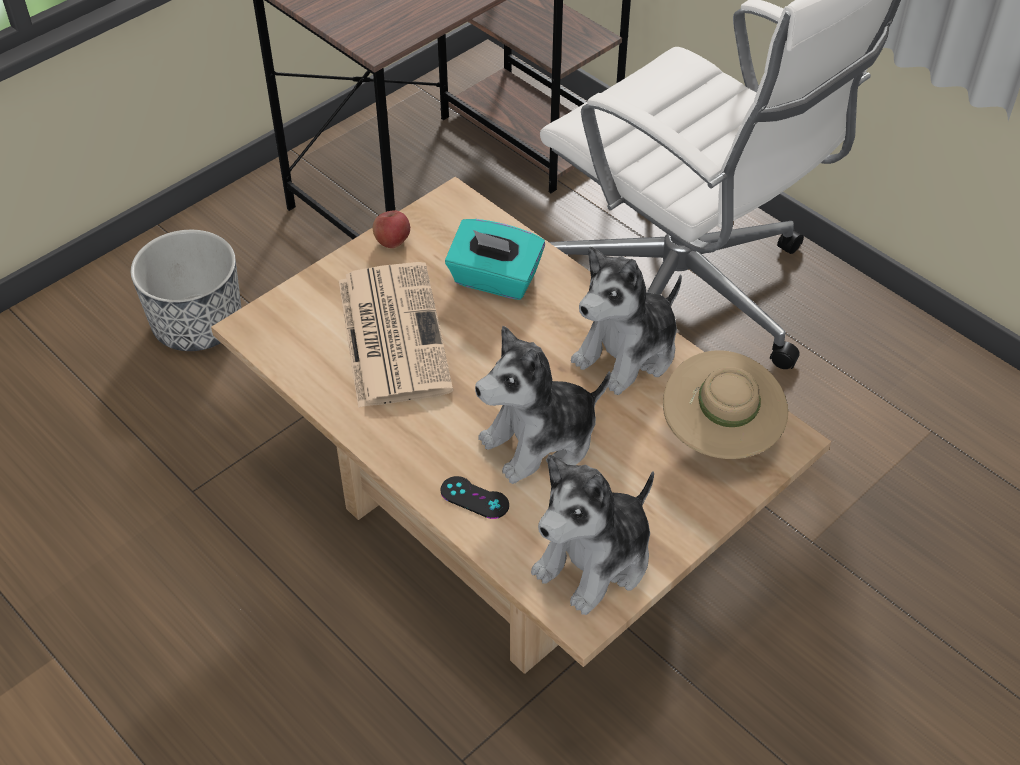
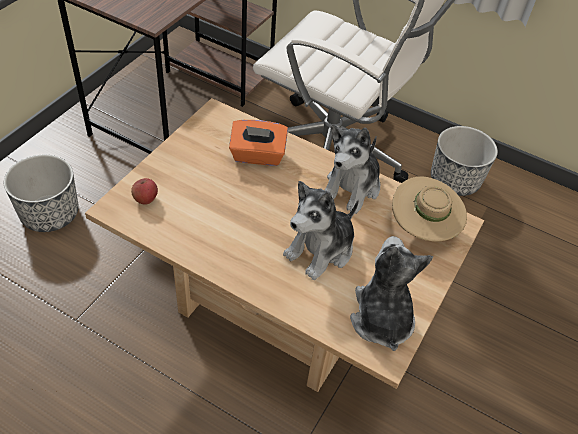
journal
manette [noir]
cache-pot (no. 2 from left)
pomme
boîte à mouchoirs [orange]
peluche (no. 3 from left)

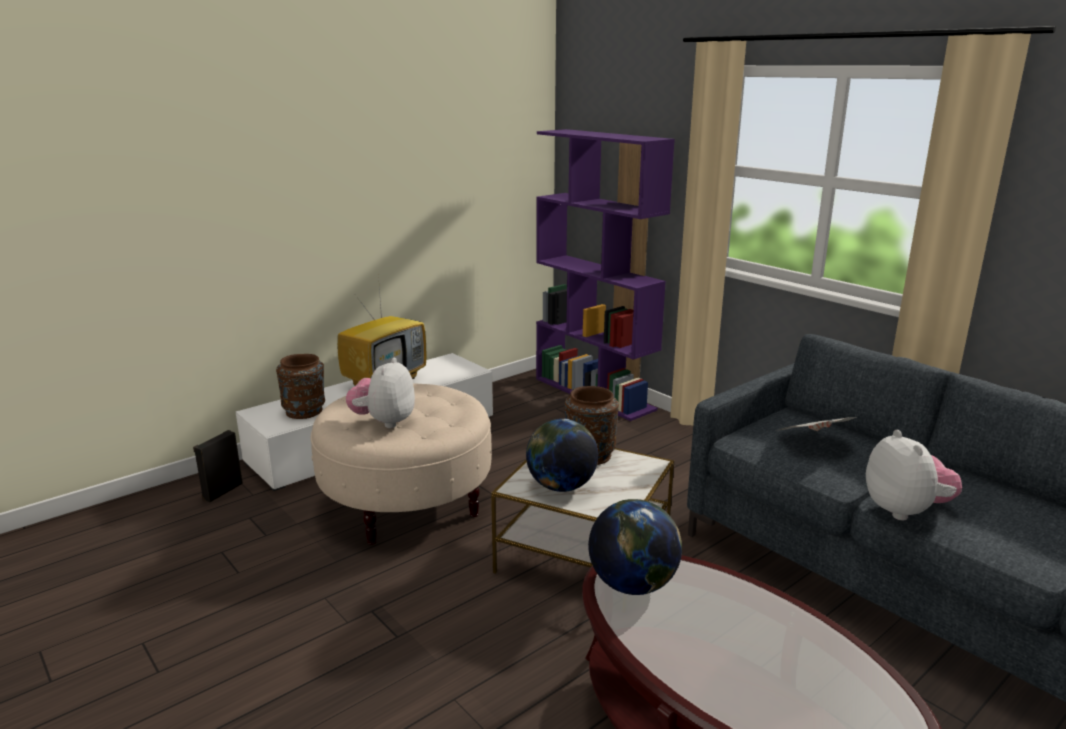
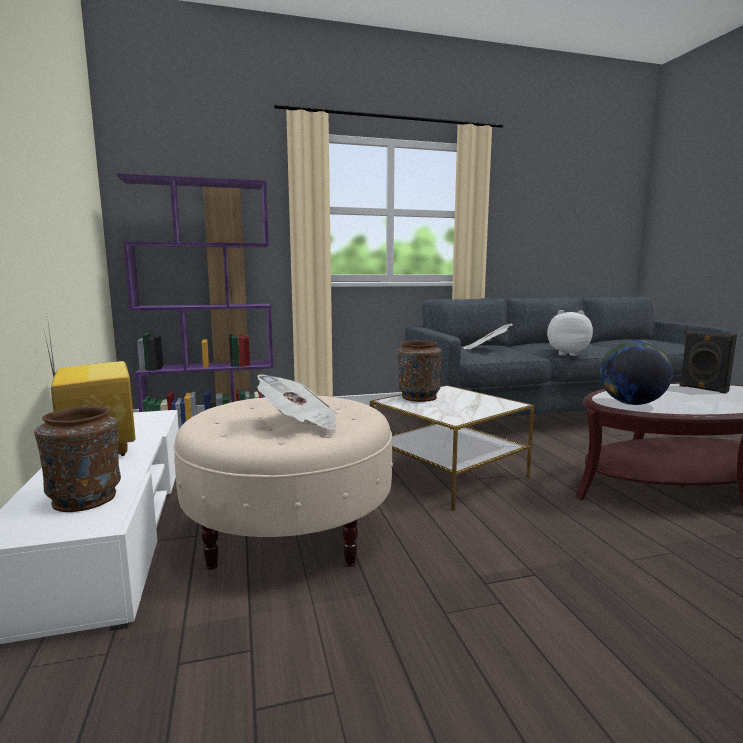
globe (no. 1 from left in the first image)
enceinte [noir]
journal (no. 1 from left)

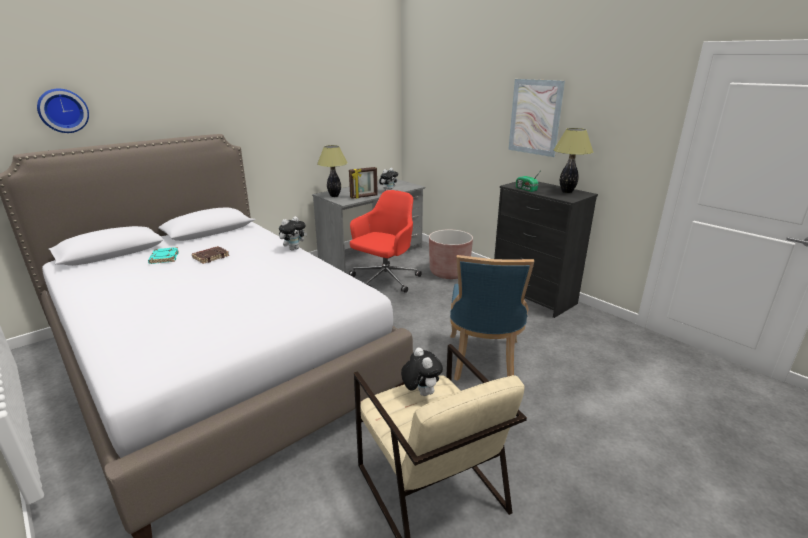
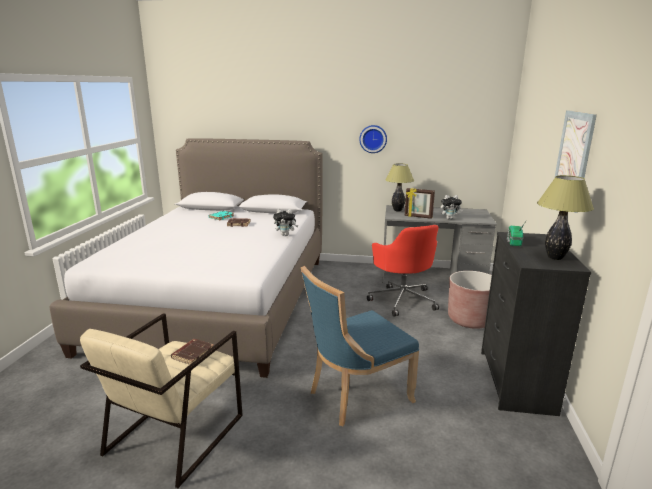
horloge murale
livre [marron] (no. 1 from left)
chaise de bureau [rouge]

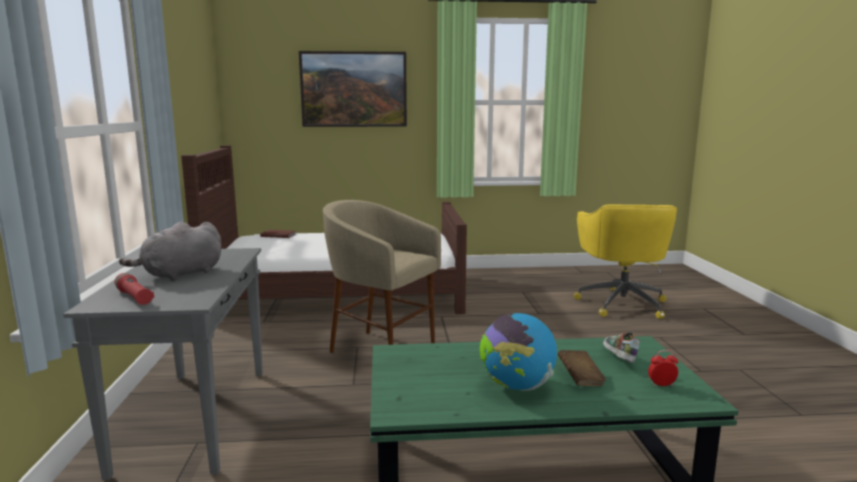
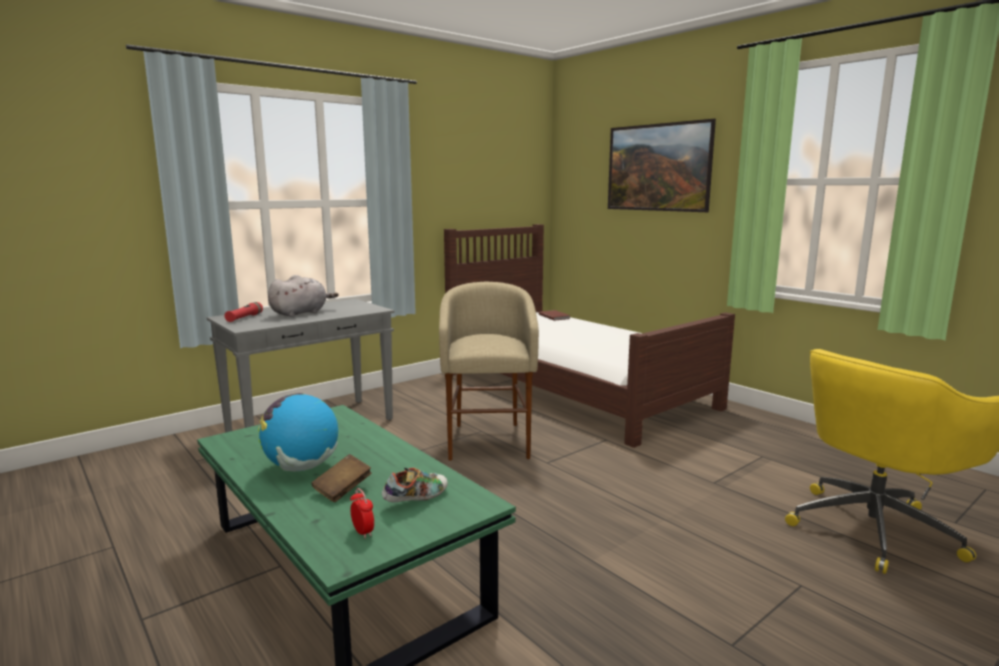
peluche [gris]

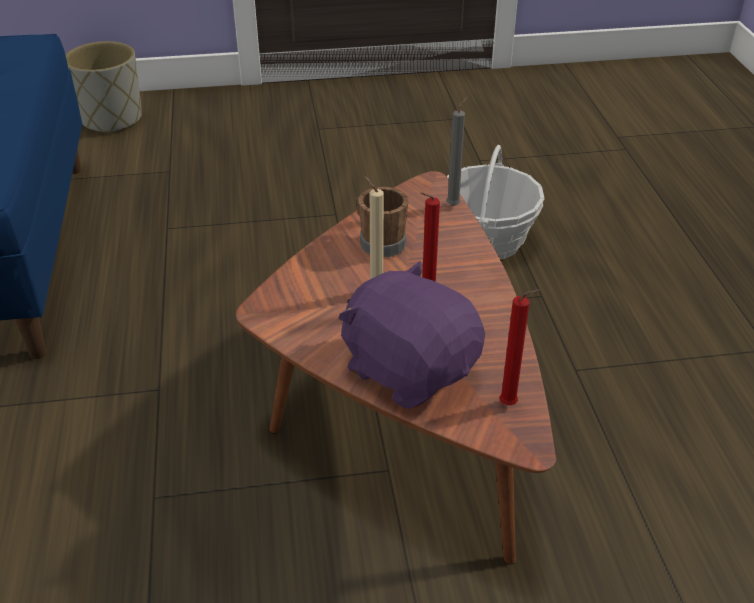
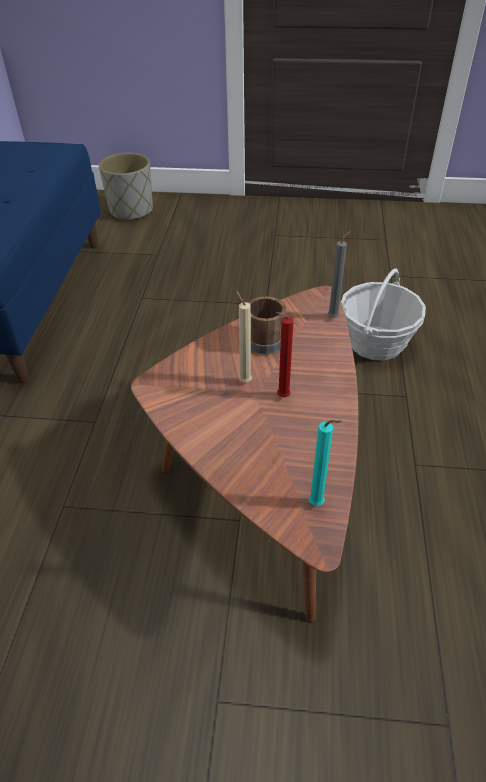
peluche [violet]
bougie [turquoise]

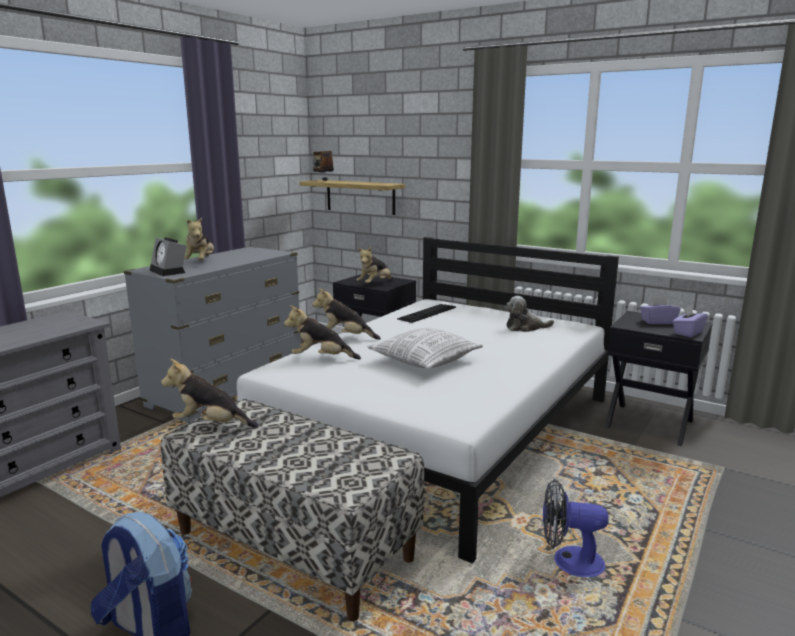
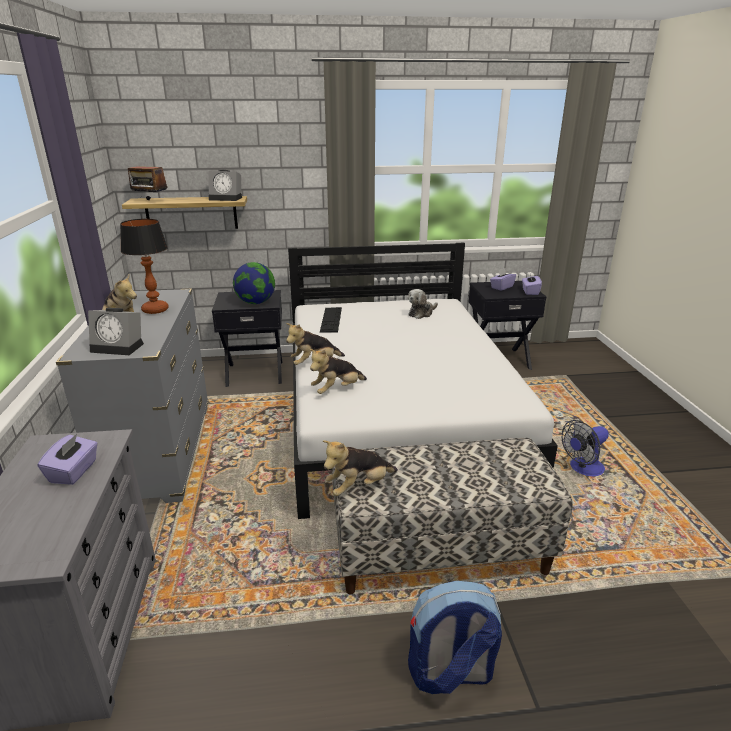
coussin
boîte à mouchoirs [violet] (no. 1 from left)
lampe de table
réveil (no. 2 from left)
globe

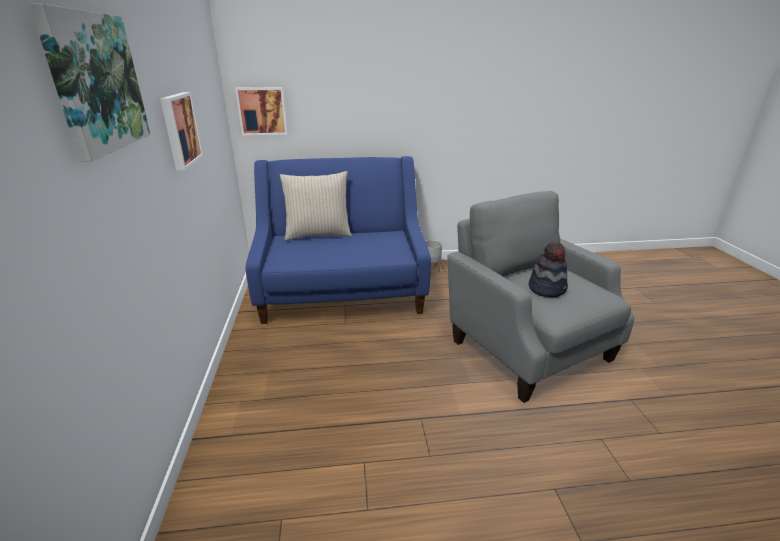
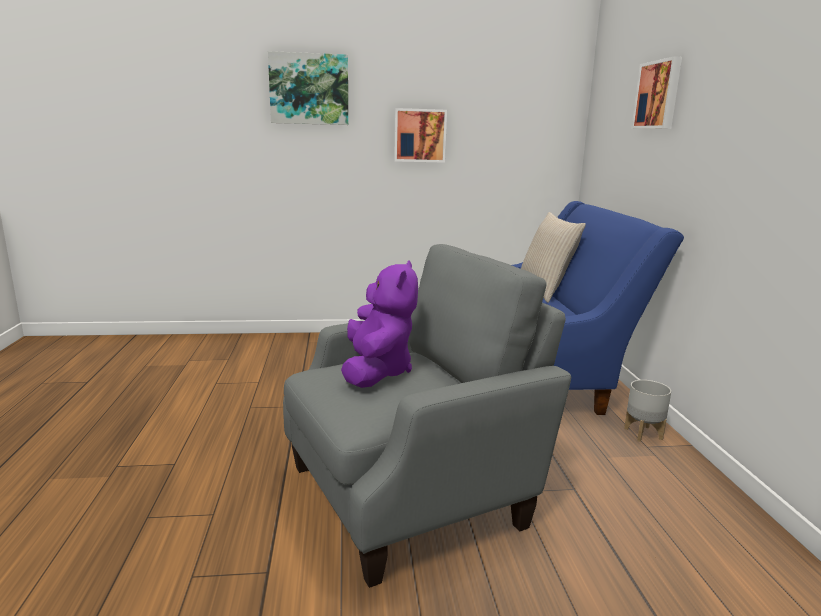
tableau (no. 3 from left)
peluche [violet]

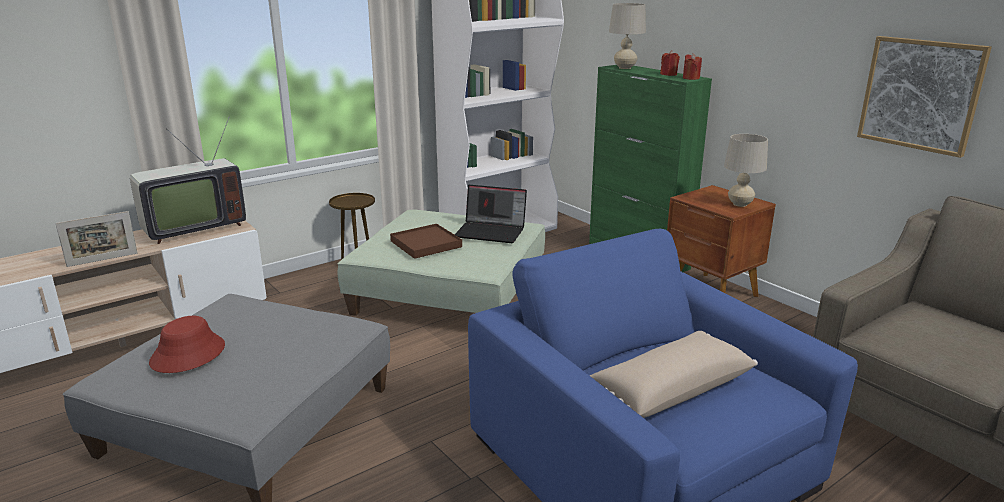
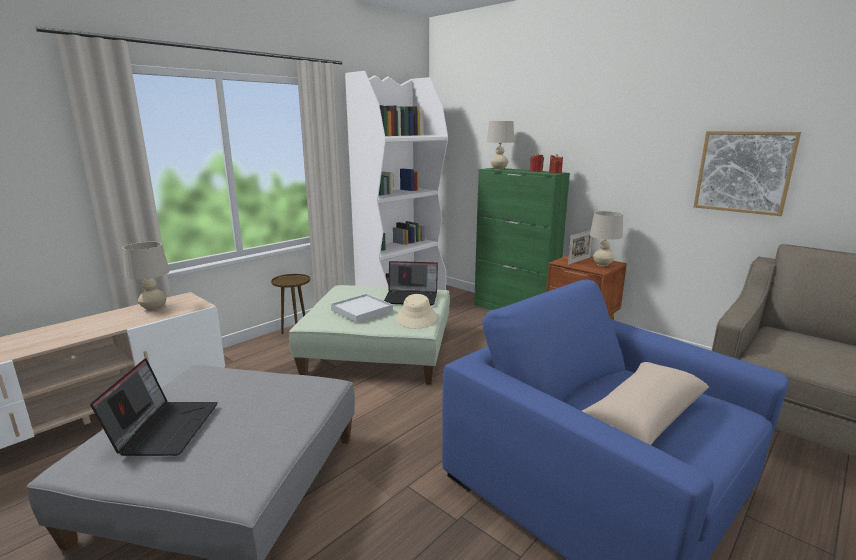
chapeau [beige]
cadre photo
lampe de table [beige] (no. 1 from left)
ordinateur portable (no. 1 from left)
plateau [blanc]

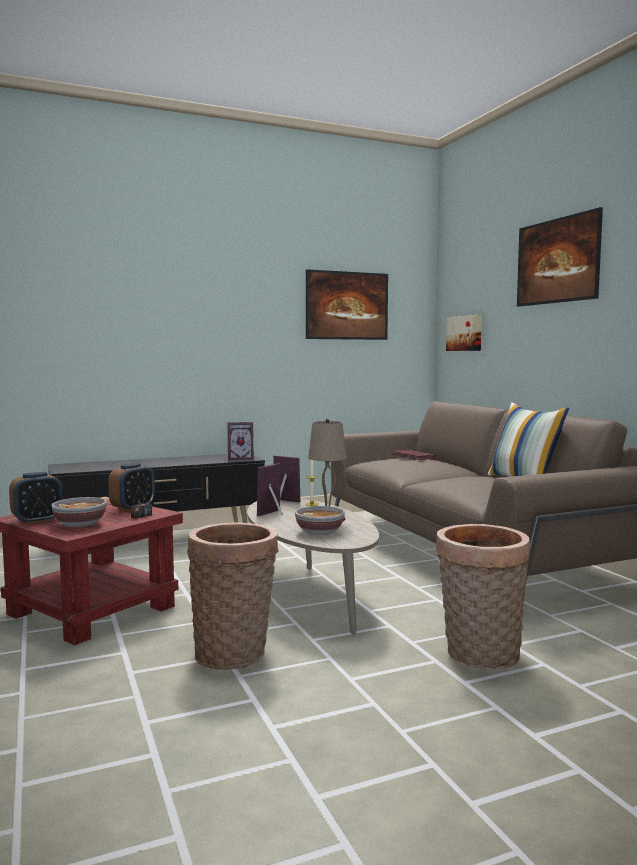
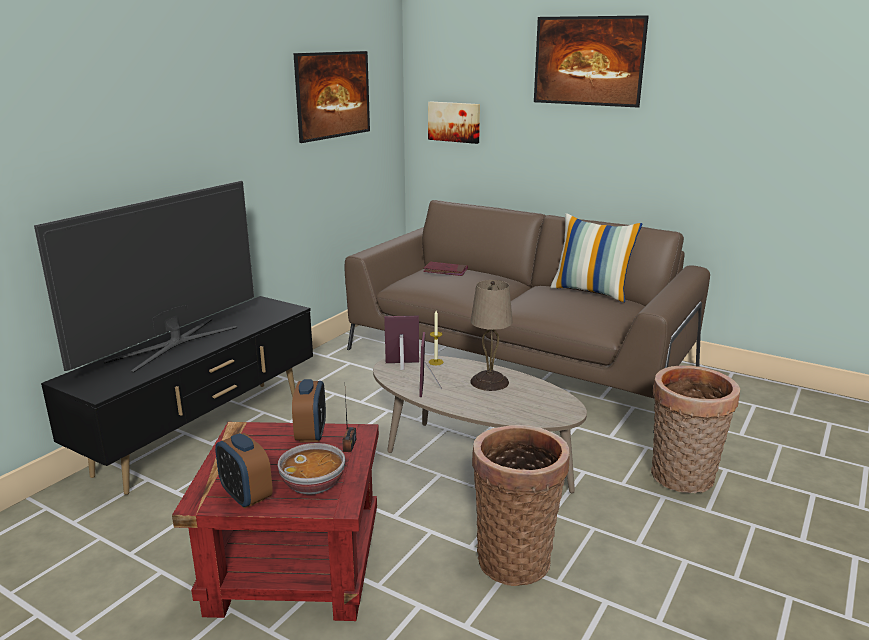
cadre photo (no. 1 from left in the first image)
bol (no. 2 from left in the first image)
téléviseur
réveil (no. 1 from left)

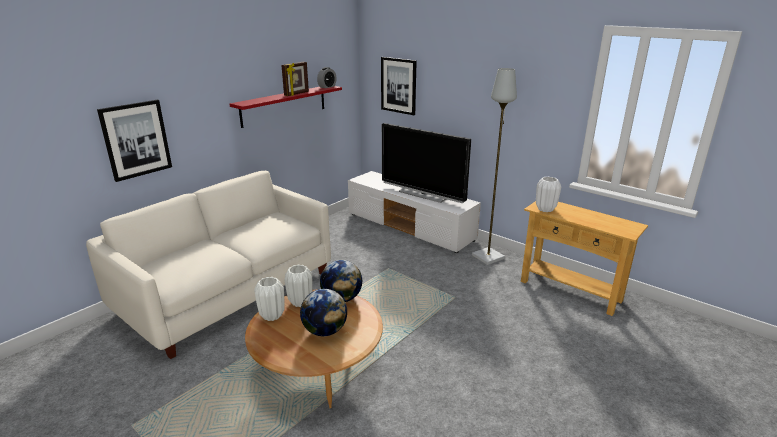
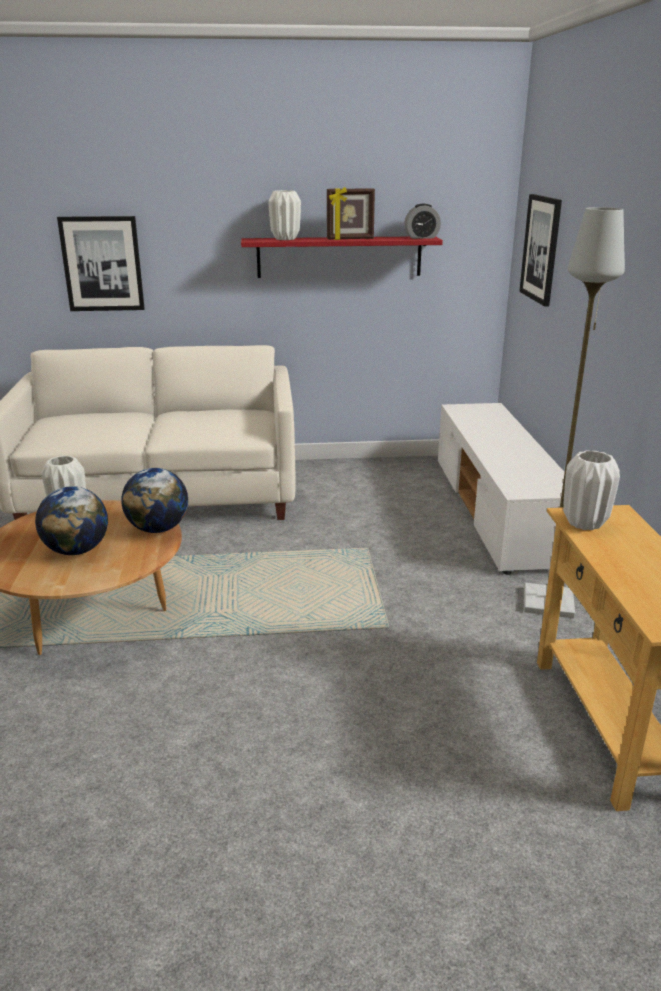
téléviseur
vase [blanc] (no. 2 from left)

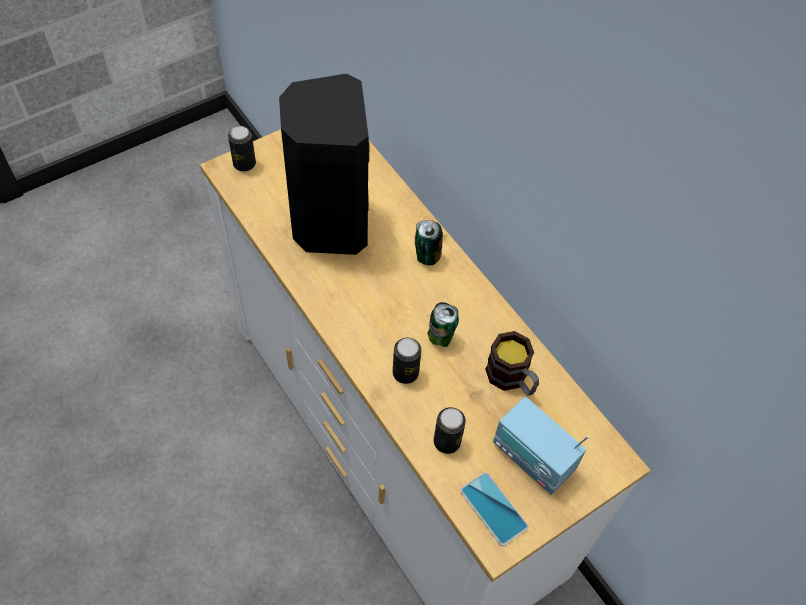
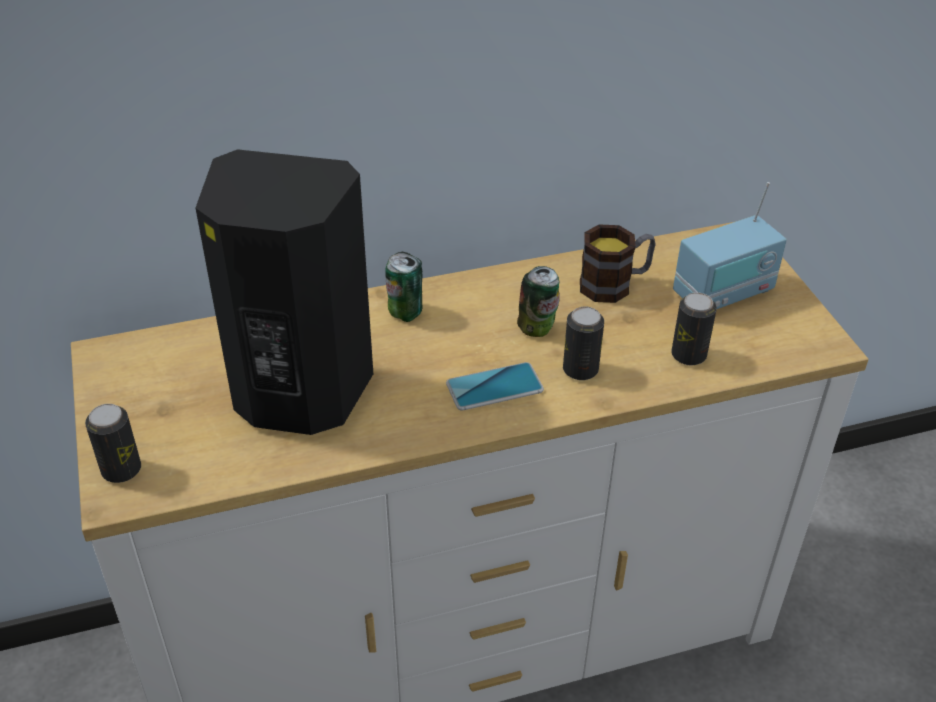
téléphone

